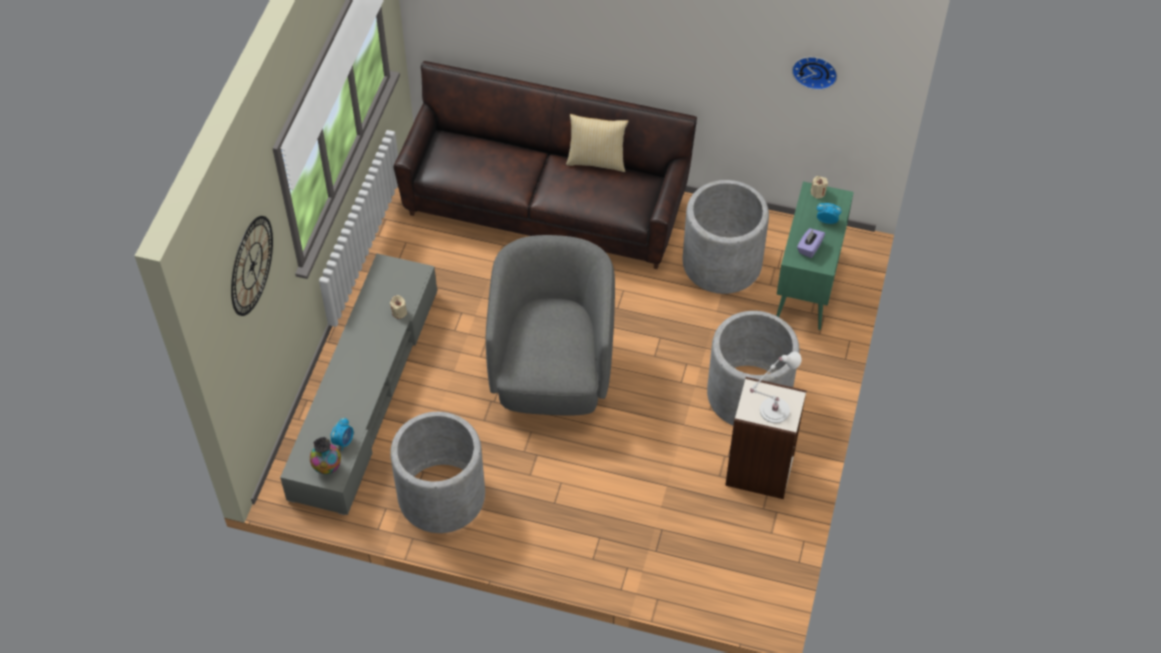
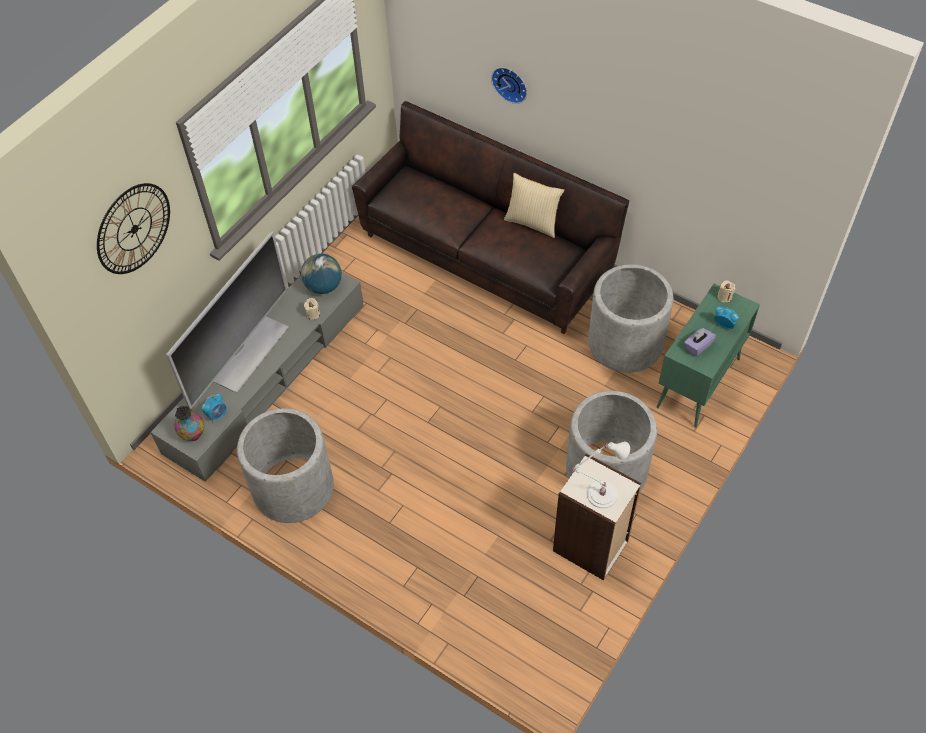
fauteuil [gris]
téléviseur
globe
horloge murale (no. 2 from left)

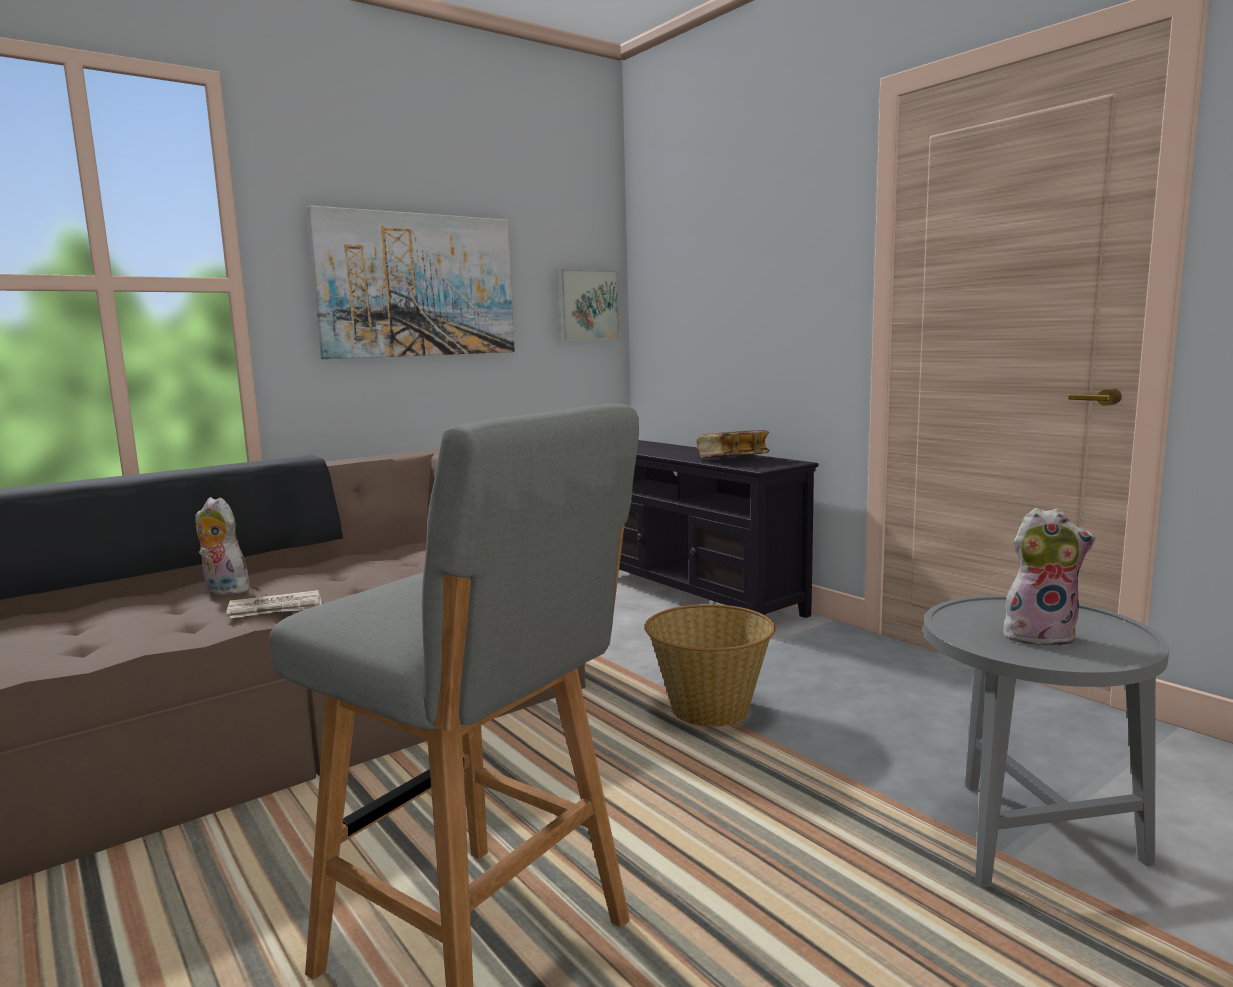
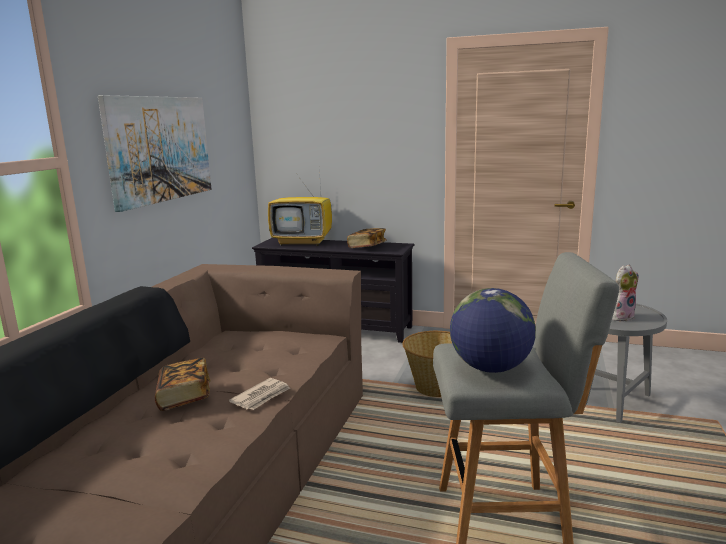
tableau (no. 2 from left in the first image)
téléviseur
globe
livre (no. 1 from left)

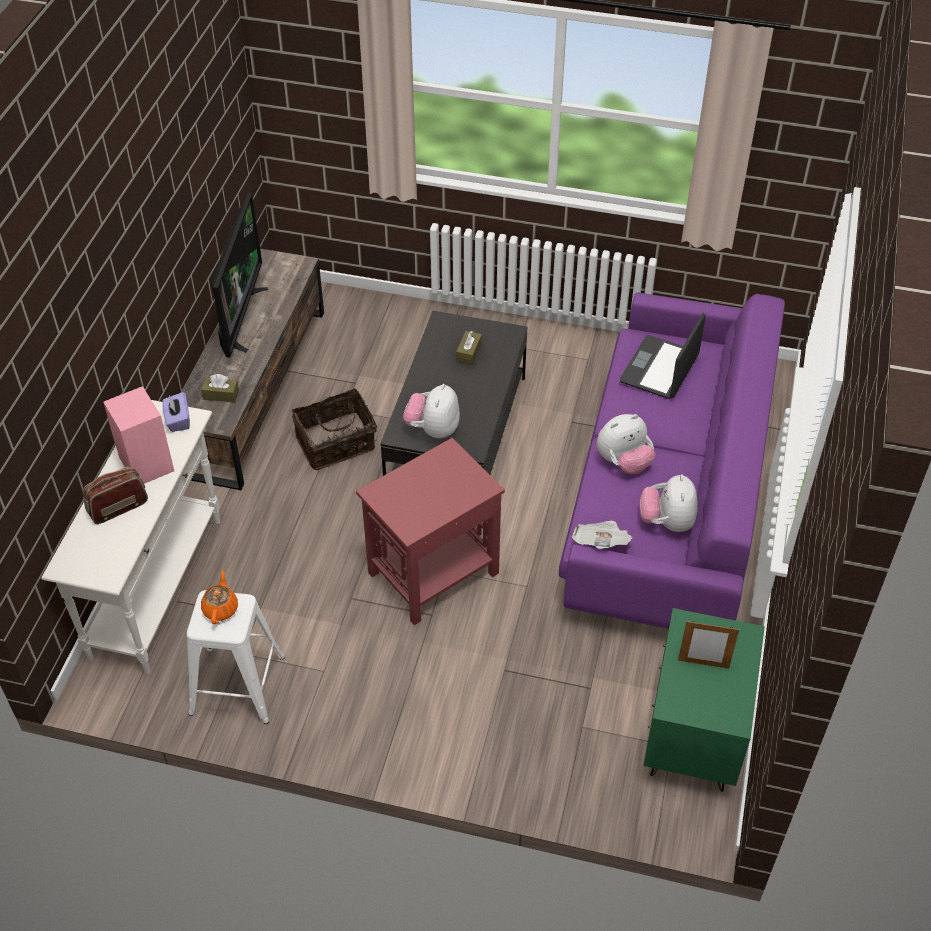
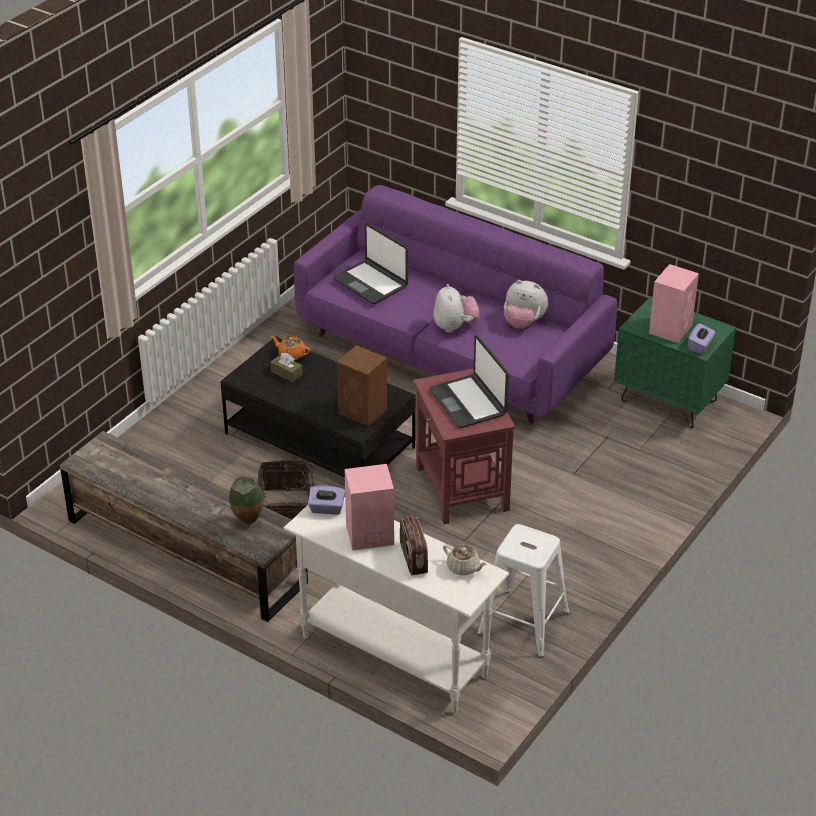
téléviseur
journal
ordinateur portable (no. 2 from left)
théière [beige]
boîte à mouchoirs [violet] (no. 2 from left)
théière [orange]
vase
enceinte [marron]
enceinte [rose] (no. 2 from left)

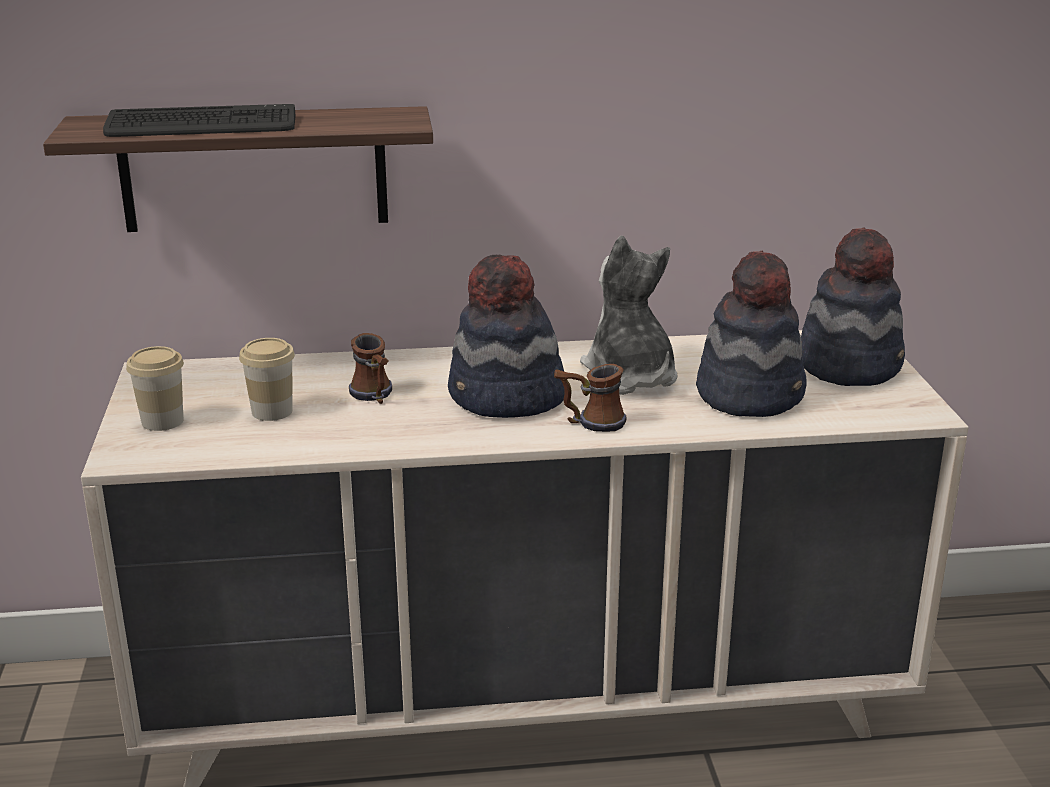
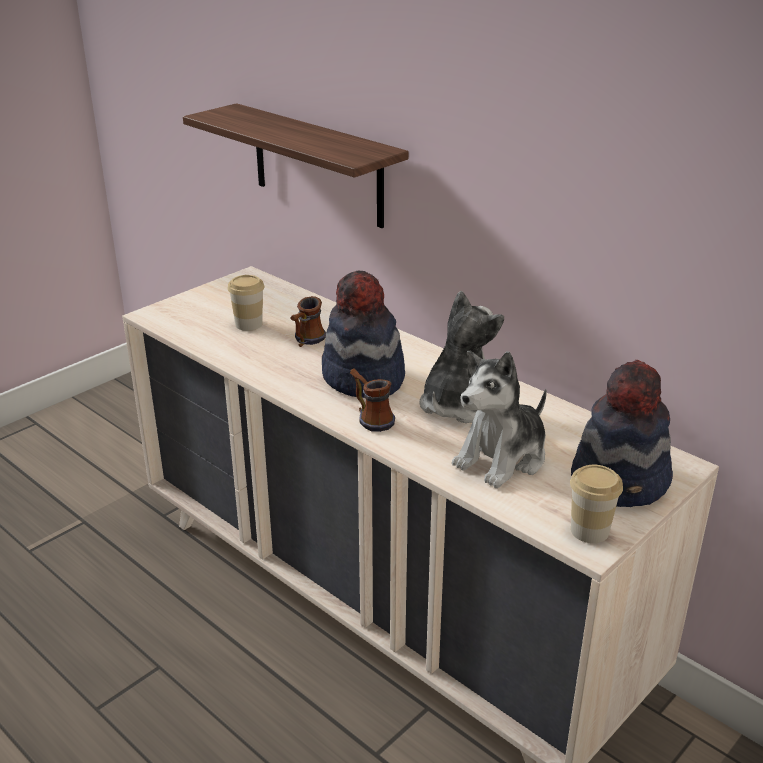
clavier
tasse (no. 2 from left)
peluche (no. 2 from left)

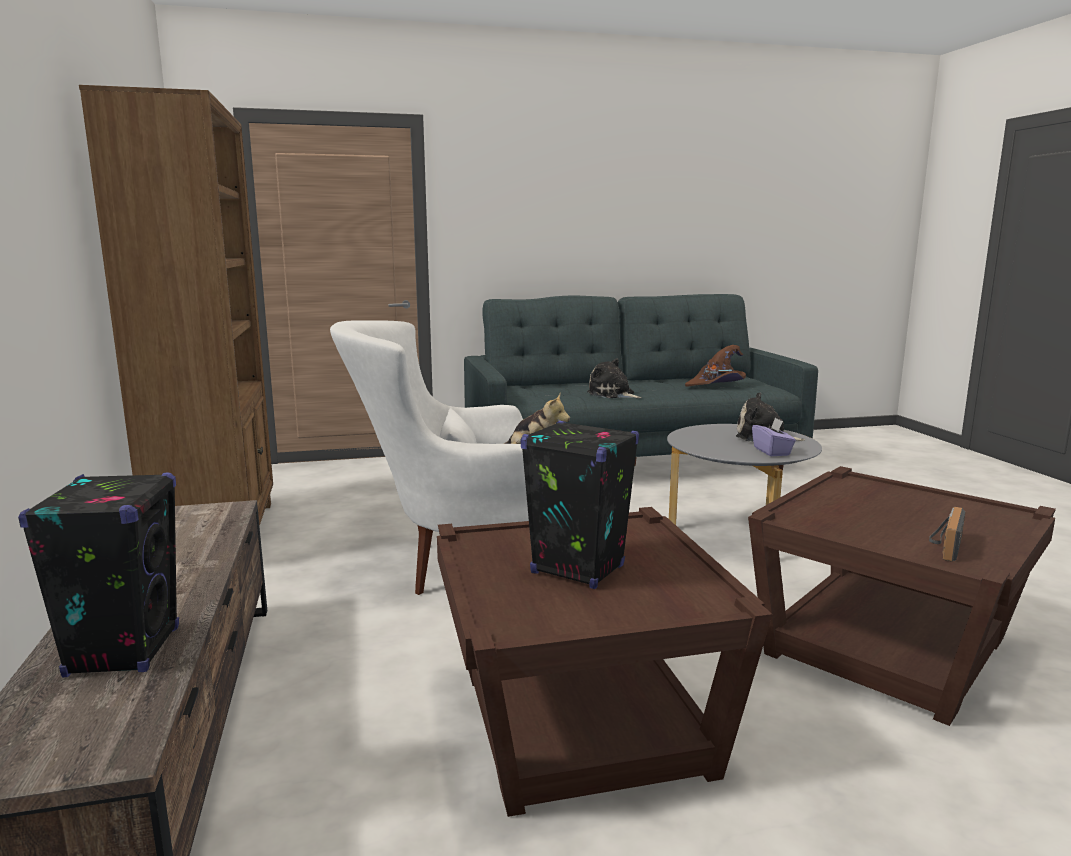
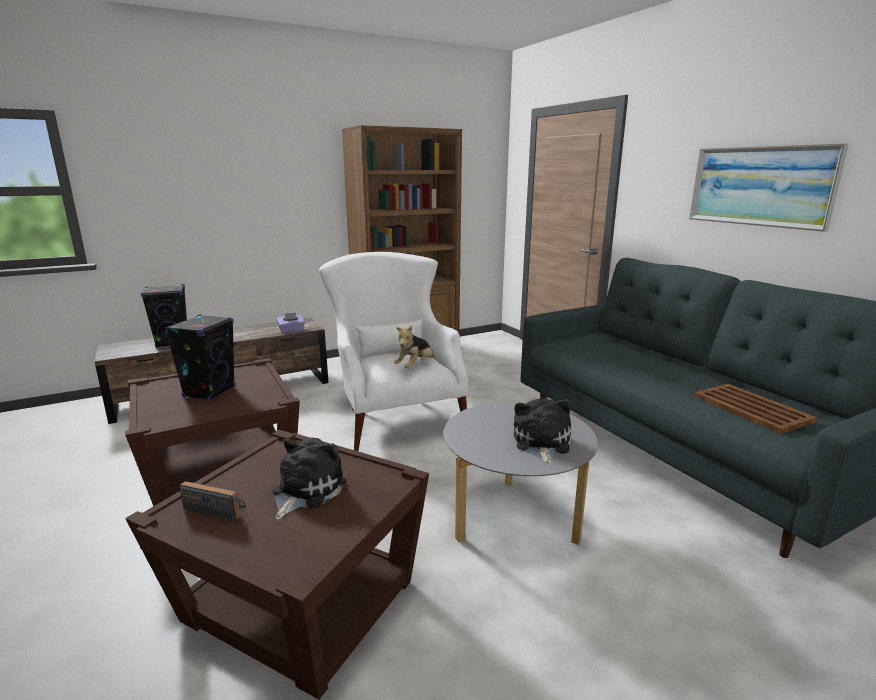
tableau
peluche (no. 1 from left)
boîte à mouchoirs [violet]
plateau [marron]

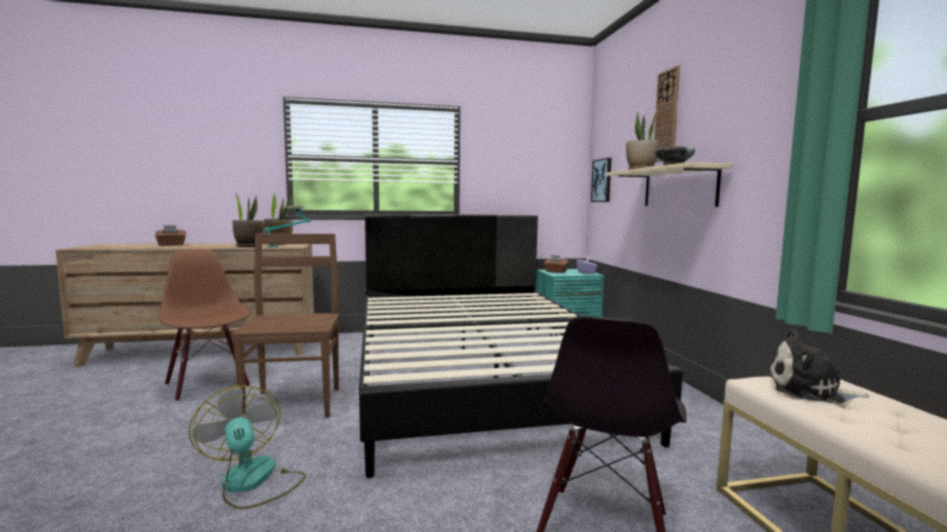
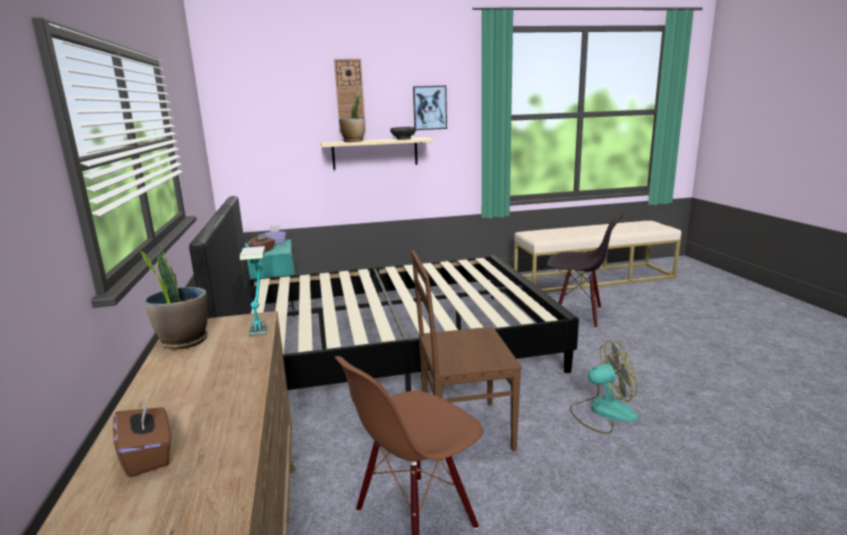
plante en pot (no. 1 from left in the first image)
peluche
tableau
ventilateur

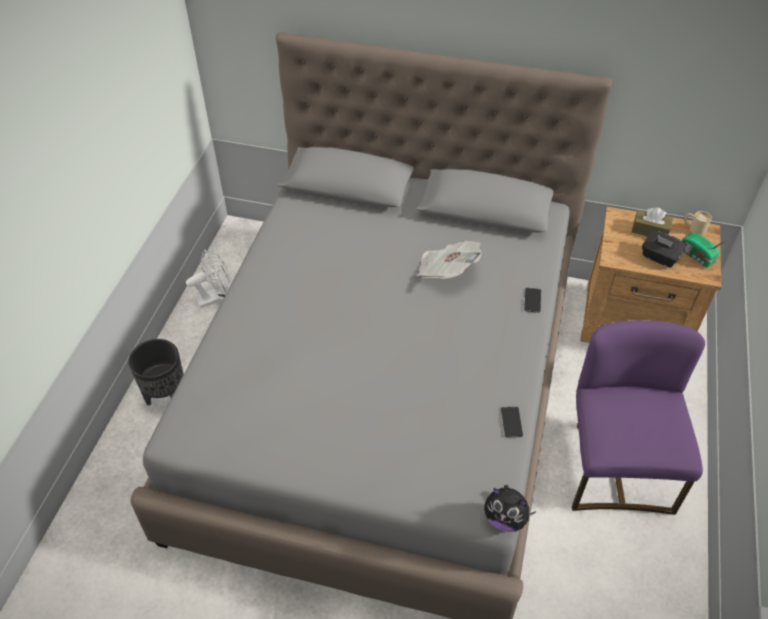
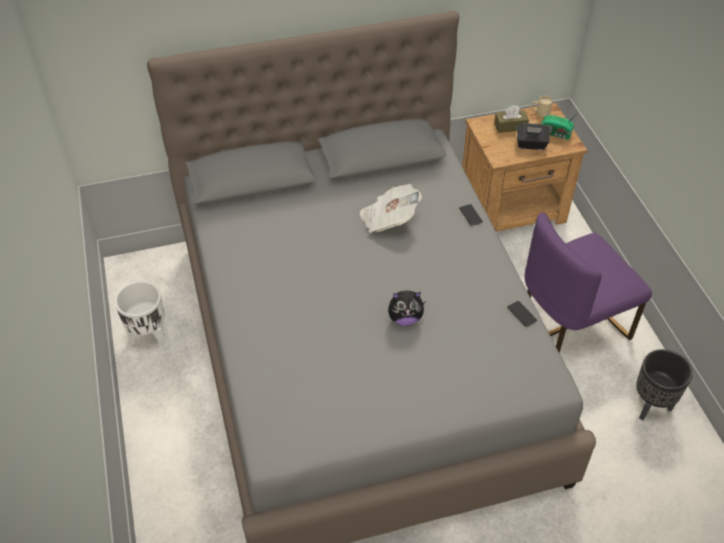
cache-pot [noir]
peluche
cache-pot [blanc]
chaise [violet]

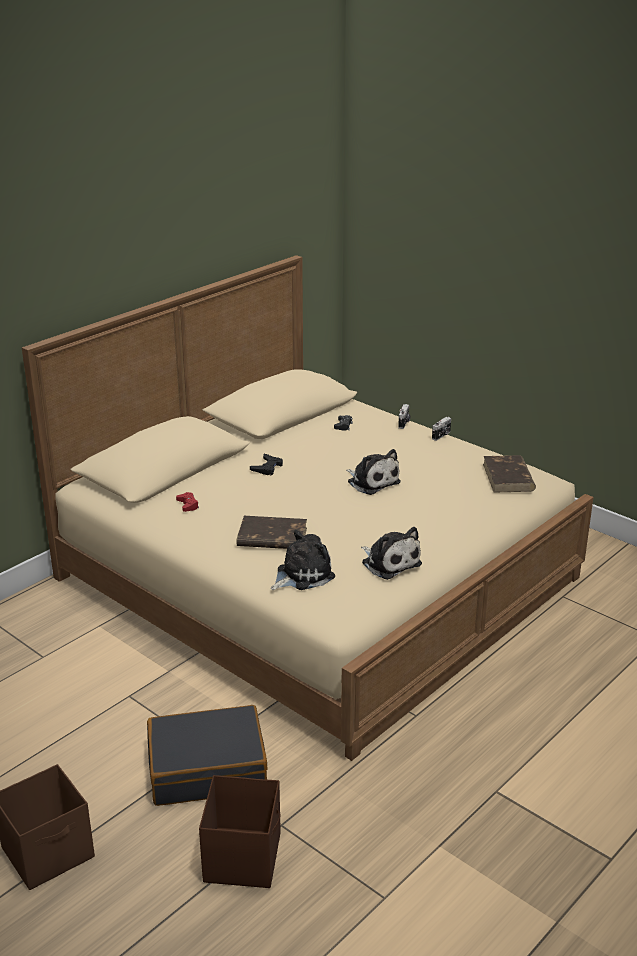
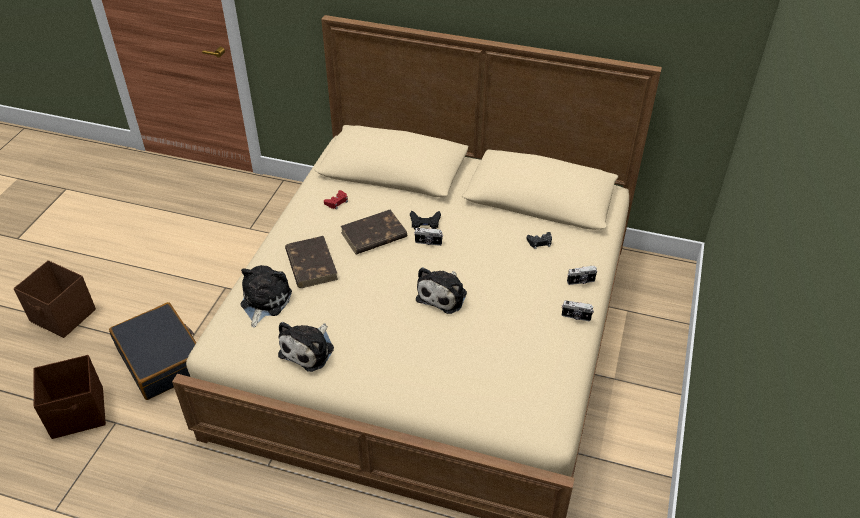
appareil photo (no. 1 from left)
livre [marron] (no. 2 from left)
peluche (no. 1 from left)

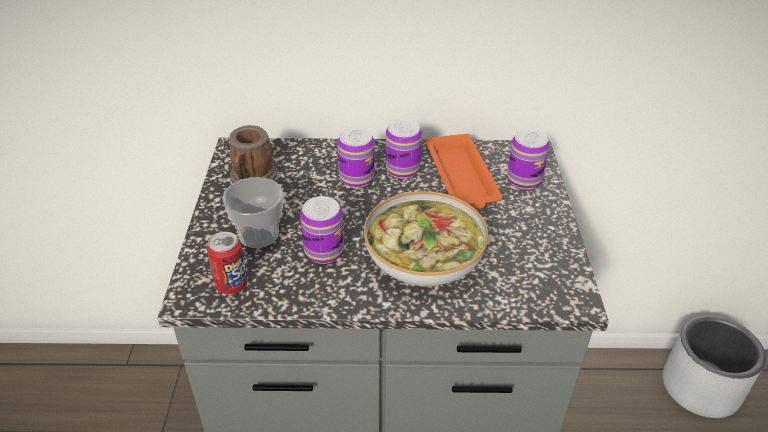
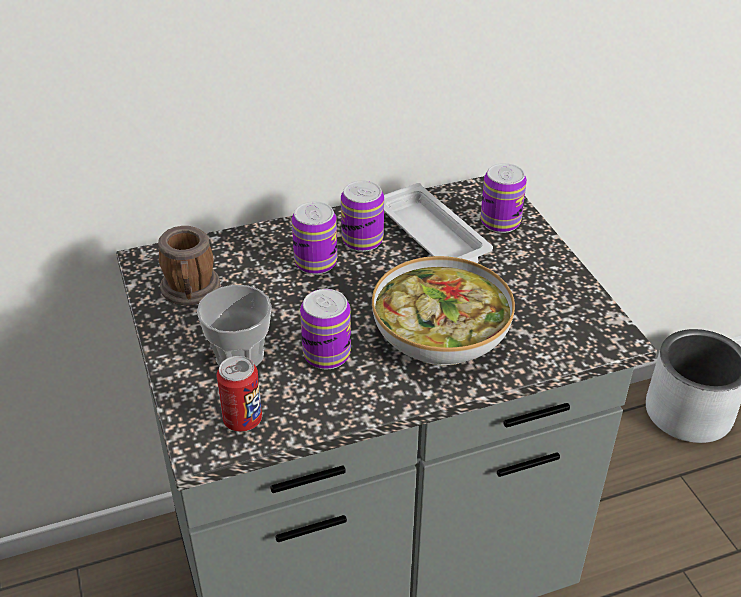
plateau [blanc]

